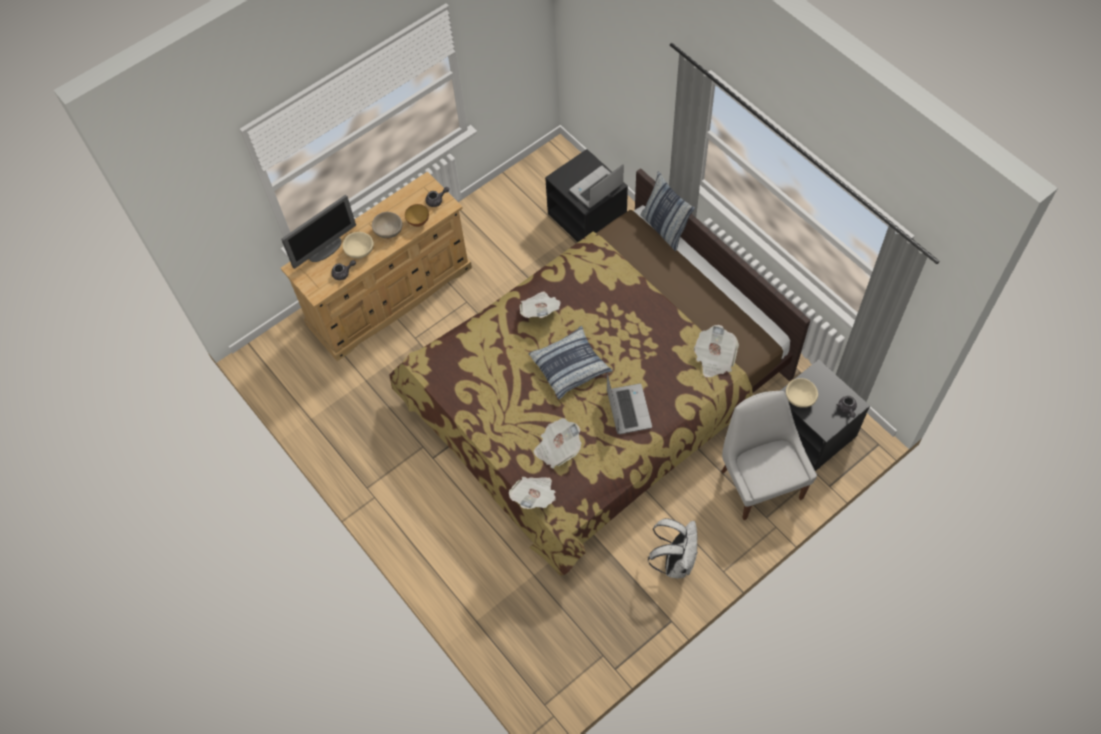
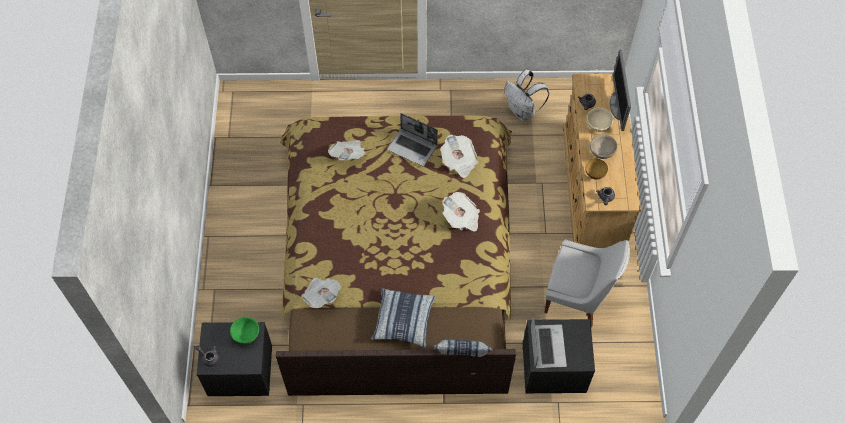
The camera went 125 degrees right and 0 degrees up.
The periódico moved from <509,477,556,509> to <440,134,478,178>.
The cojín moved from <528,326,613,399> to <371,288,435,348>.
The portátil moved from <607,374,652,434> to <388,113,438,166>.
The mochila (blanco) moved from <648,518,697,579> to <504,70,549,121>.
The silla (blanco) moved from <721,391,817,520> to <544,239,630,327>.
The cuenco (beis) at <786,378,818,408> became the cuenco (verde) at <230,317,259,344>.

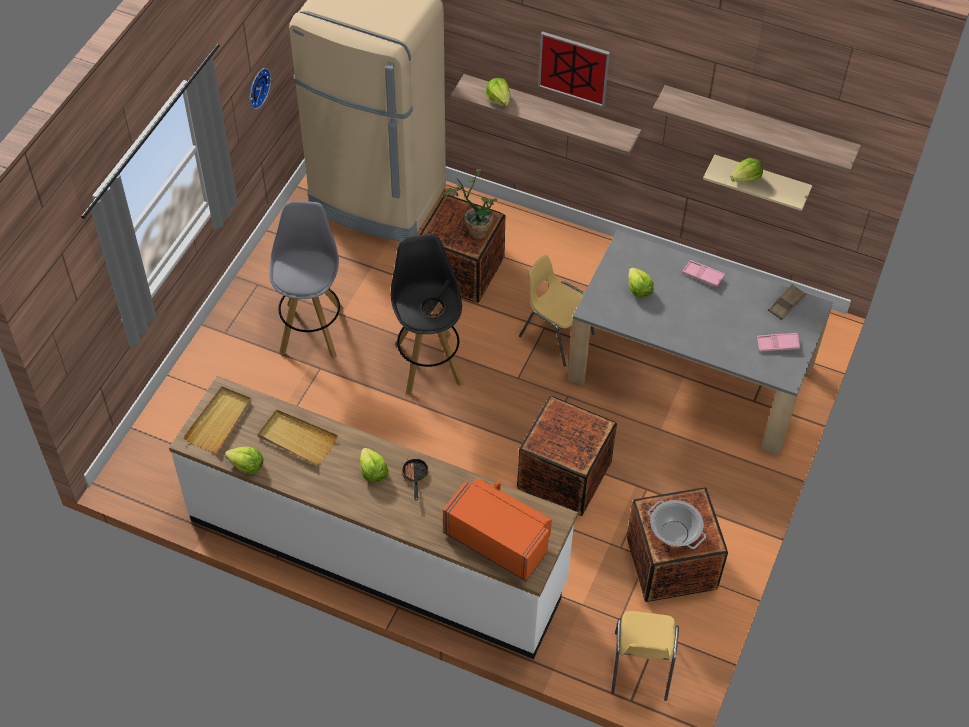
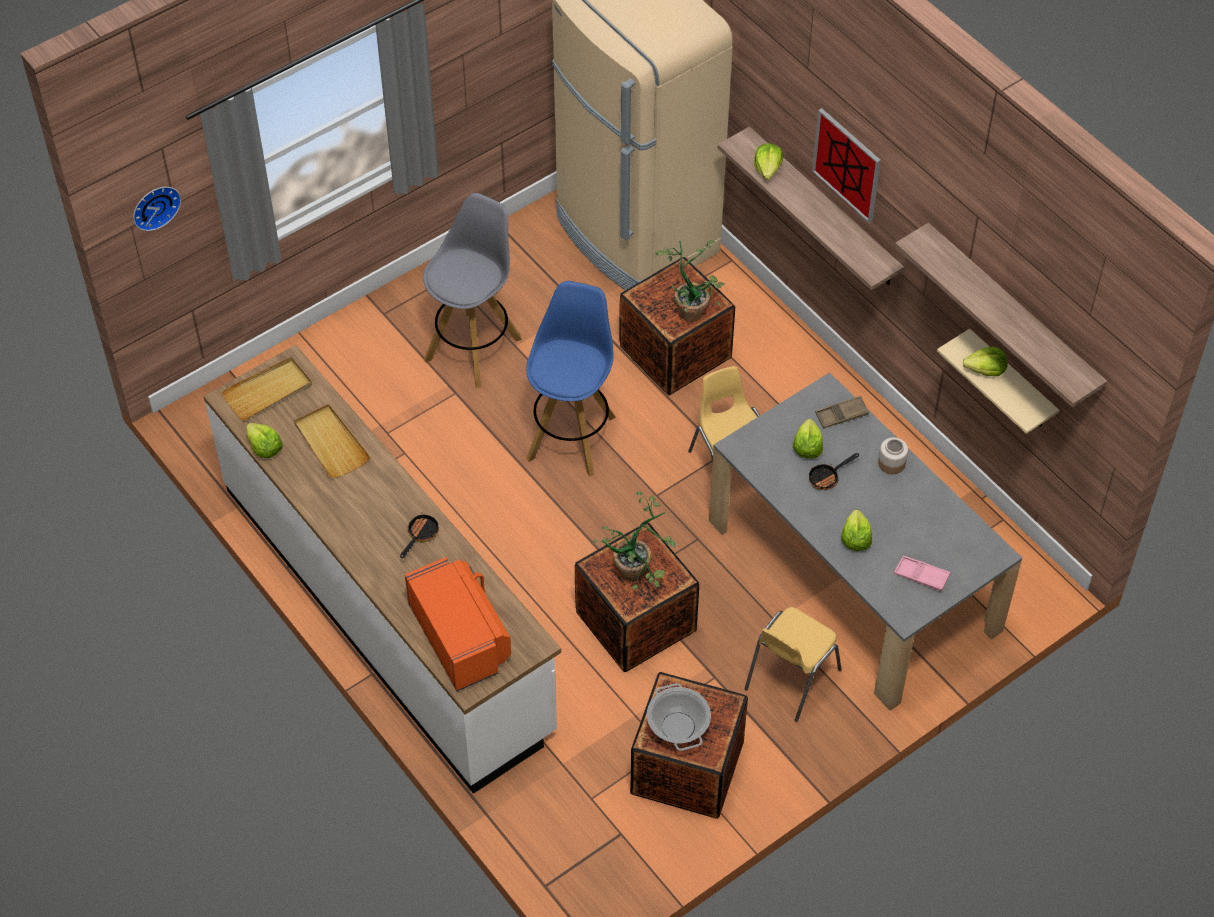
The camera went 30 degrees right and 0 degrees up.
The reloj de pared moved from <250,68,271,109> to <133,187,181,231>.
The lechuga moved from <360,448,389,483> to <841,509,872,551>.
The taburete (negro) at <391,234,463,395> became the taburete (azul) at <526,281,616,477>.
The sartén moved from <421,279,451,318> to <809,453,859,490>.
The silla (amarillo) moved from <611,611,679,701> to <744,607,842,722>.
The bandeja (rosa) at <682,260,725,287> was replaced by the tarro at <878,437,908,474>.
The bandeja (marrón) moved from <768,284,806,320> to <815,396,869,429>.
The planta en maceta at <593,491,676,590> appeared.

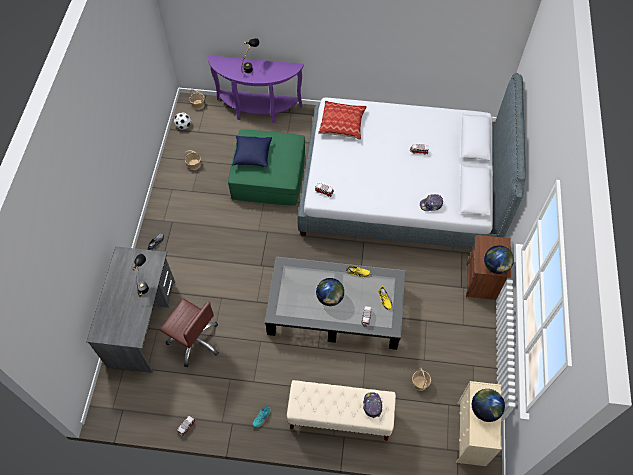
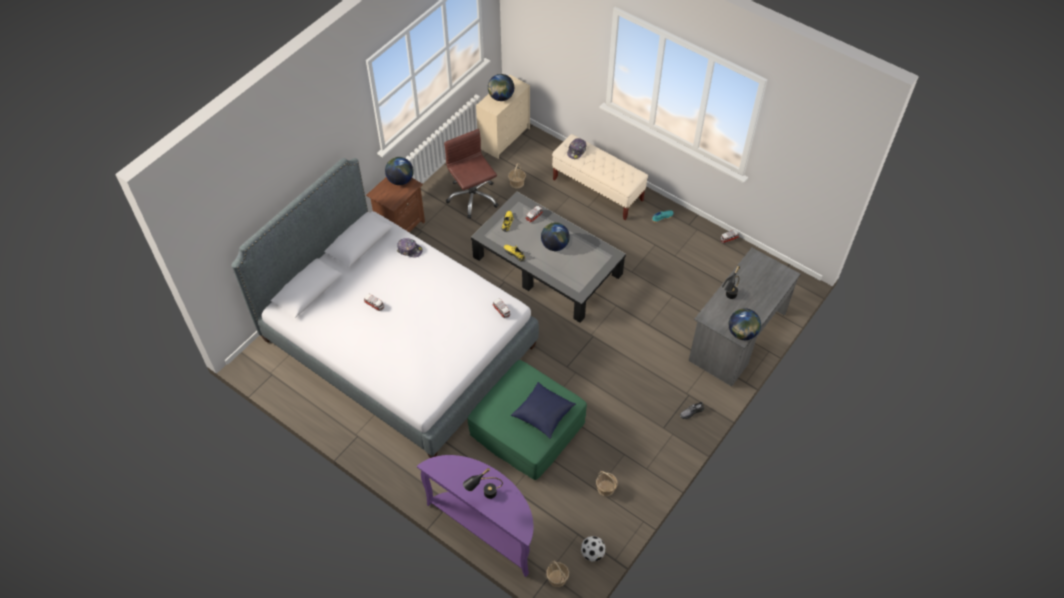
The camera went 150 degrees left and 5 degrees down.
The silla de oficina (marrón) moved from <160,299,219,367> to <444,129,498,219>.
The cojín at <318,101,367,140> disappeared.
The globo terráqueo at <729,308,761,340> appeared.

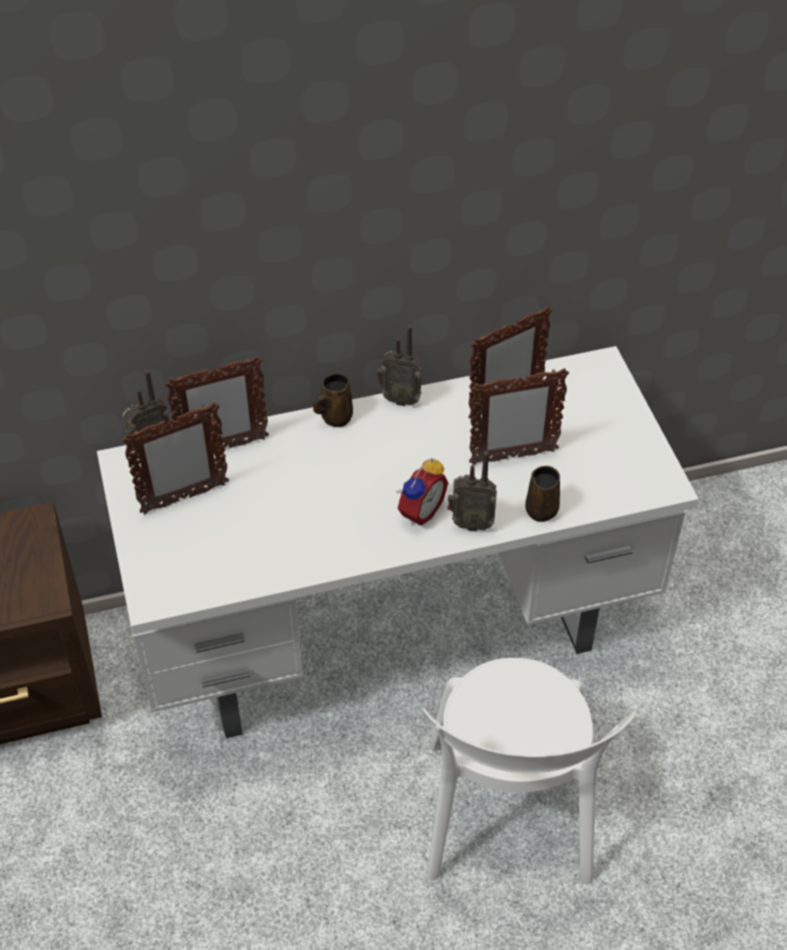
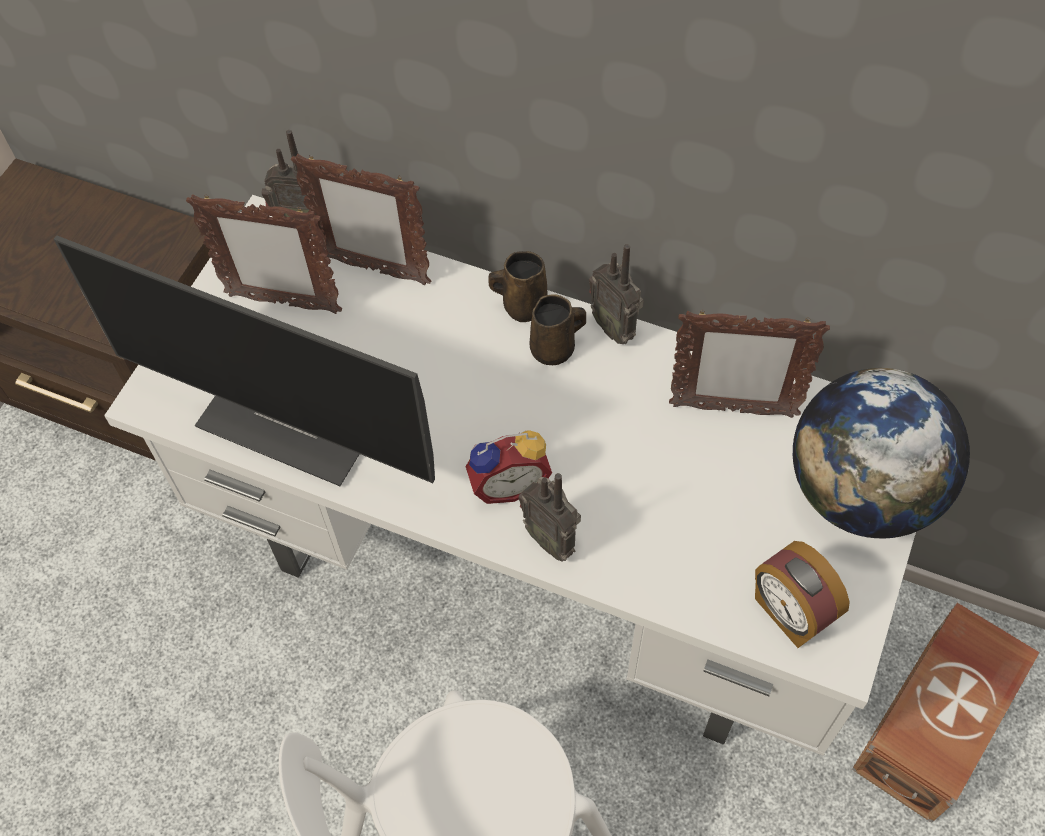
The camera went 40 degrees right and 10 degrees up.
The portarretratos at <469,368,569,465> disappeared.
The taza grande (marrón) moved from <525,466,560,522> to <530,294,586,365>.
The monitor at <54,235,435,486> appeared.
The despertador at <755,541,850,648> appeared.
The globo terráqueo at <793,368,970,538> appeared.
The caja de almacenaje (marrón) at <852,603,1040,823> appeared.

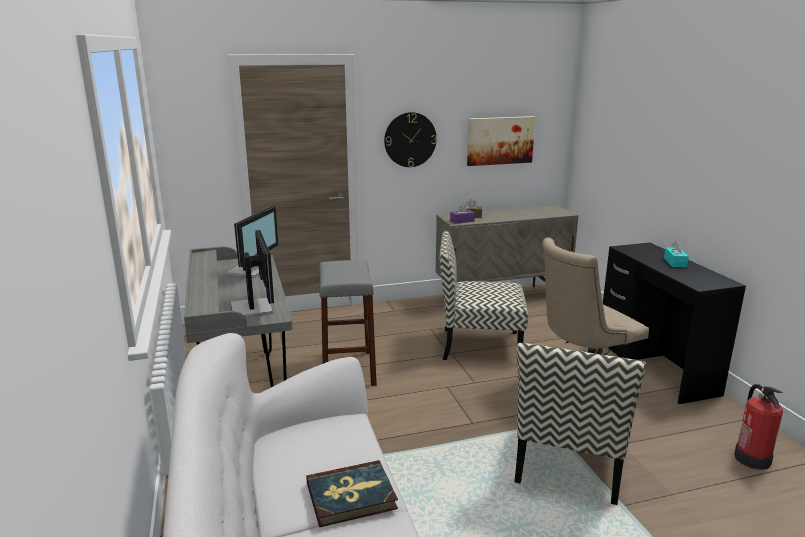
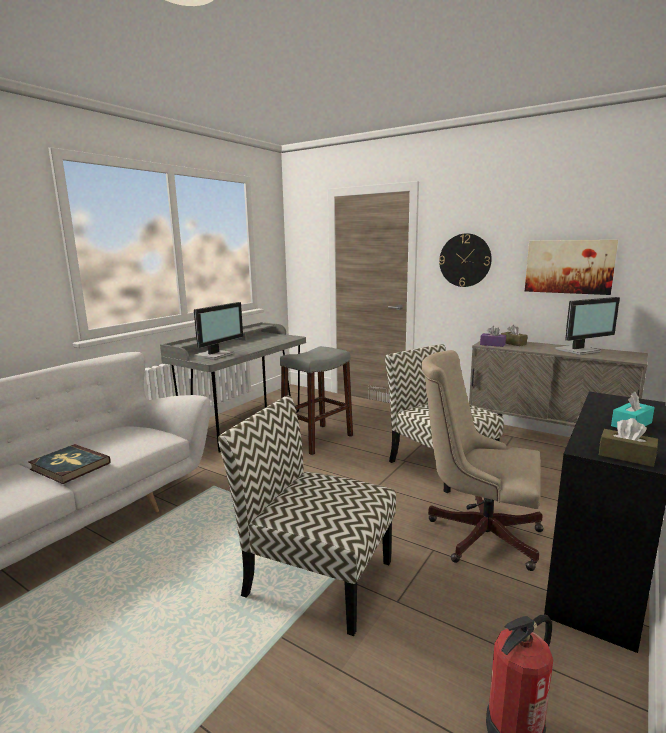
The camera went 50 degrees right and 5 degrees down.
The monitor moved from <225,206,278,278> to <556,297,620,355>.
The silla at <514,343,646,505> turned 45 degrees clockwise.
The caja de pañuelos (marrón) at <599,418,658,467> appeared.

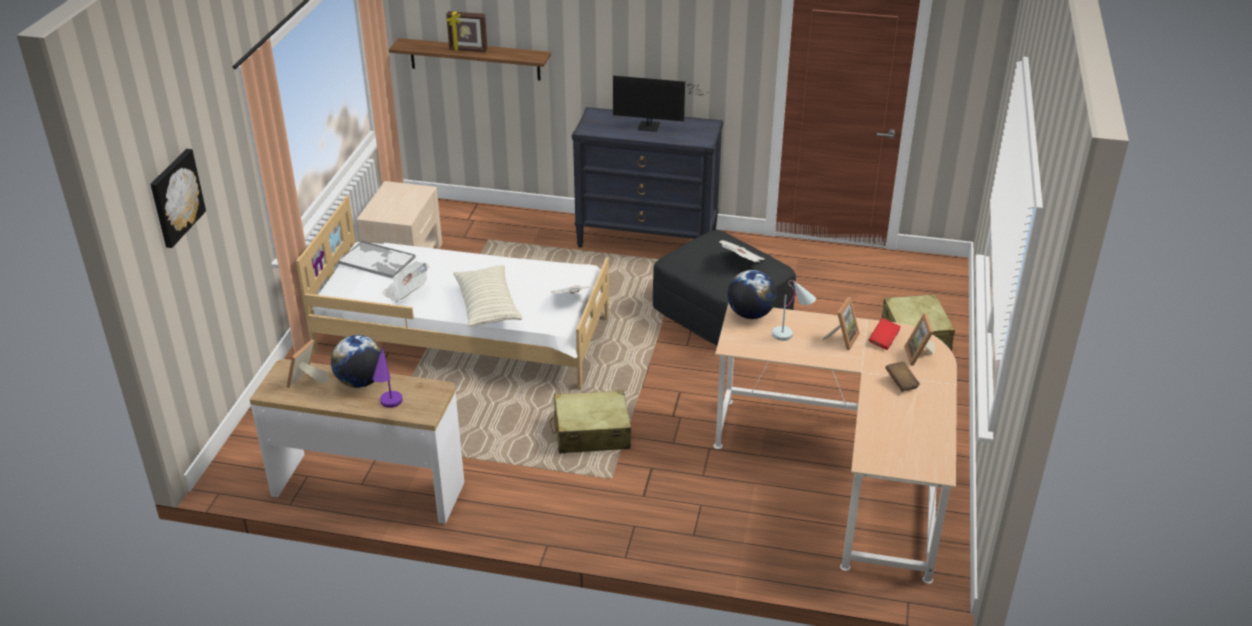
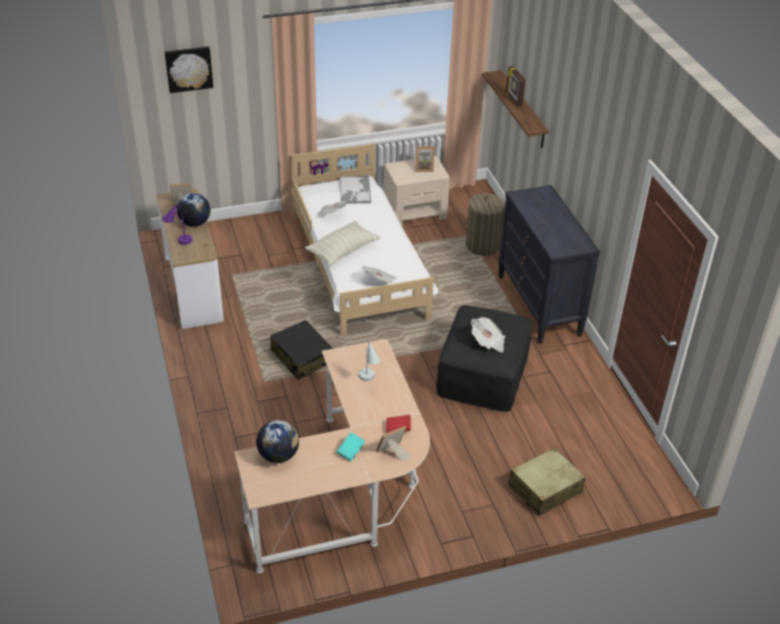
The camera went 60 degrees right and 5 degrees up.
The maleta (beis) at <550,390,631,454> became the maleta (negro) at <270,320,334,380>.
The monitor at <613,76,705,132> disappeared.
The globo terráqueo moved from <727,270,777,319> to <256,420,299,463>.
The portarretratos moved from <822,297,860,350> to <416,146,434,172>.
The libro (marrón) at <885,361,920,392> became the libro (turquesa) at <336,432,365,461>.
The cesto de la ropa at <466,193,505,256> appeared.

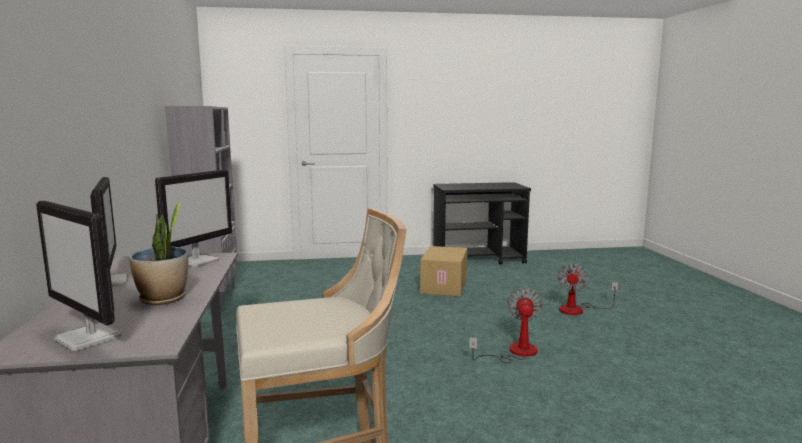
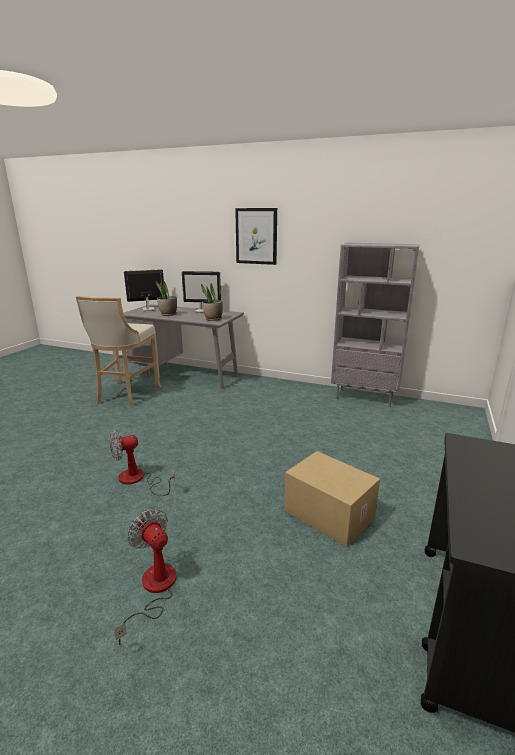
The camera went 120 degrees right and 10 degrees up.
The monitor at <155,169,232,267> was replaced by the planta en maceta at <201,283,223,321>.
The ventilador at <469,288,542,363> turned 120 degrees clockwise.
The cuadro at <235,208,277,265> appeared.

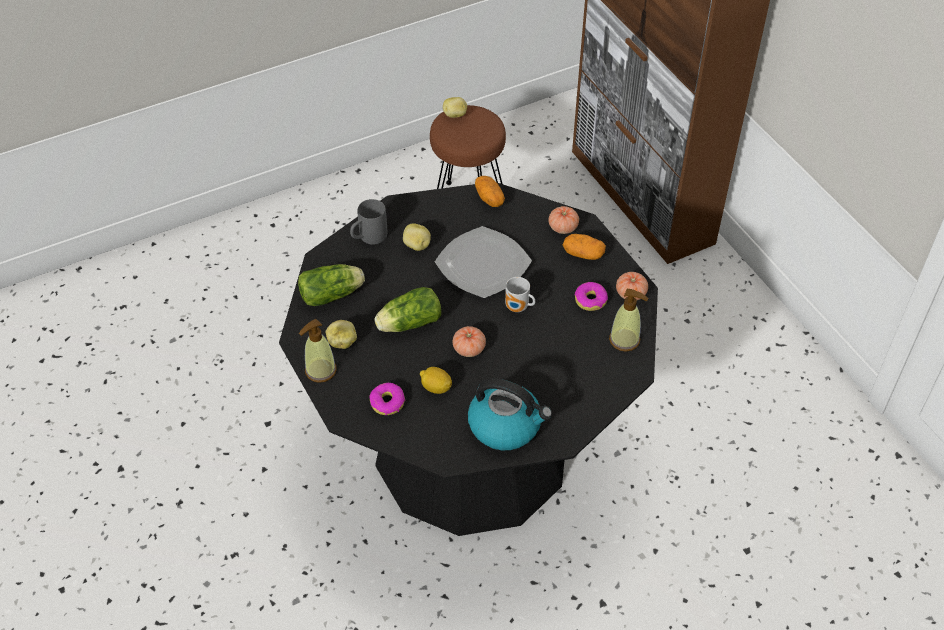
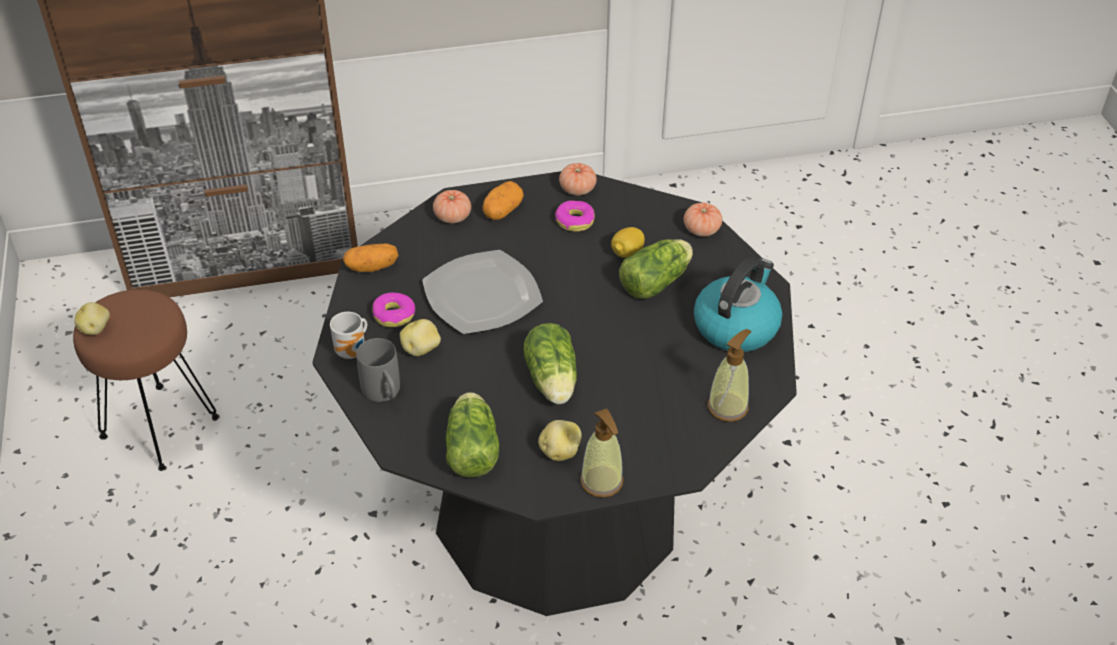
The camera went 75 degrees left and 5 degrees down.
The rosquilla moved from <369,383,405,415> to <372,292,415,327>.
The limón moved from <420,367,452,394> to <611,227,645,258>.
The tomate moved from <453,326,486,357> to <683,202,722,236>.
The taza grande moved from <505,277,535,312> to <330,312,367,359>.
The dispensador de jabón moved from <609,289,648,352> to <708,329,751,422>.
The lechuga at <619,239,693,299> appeared.

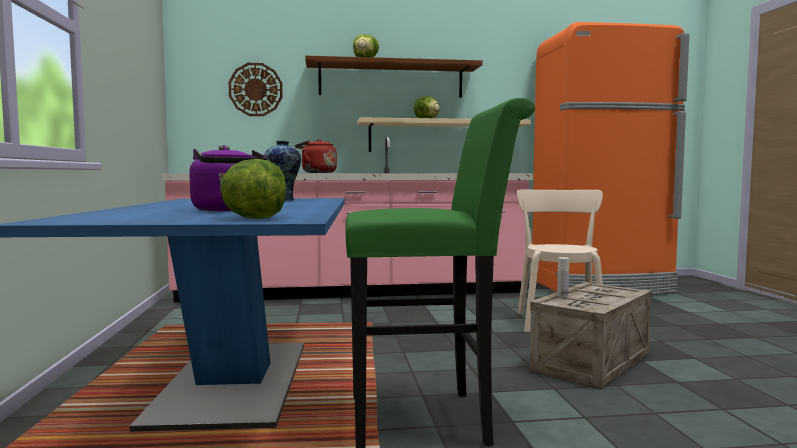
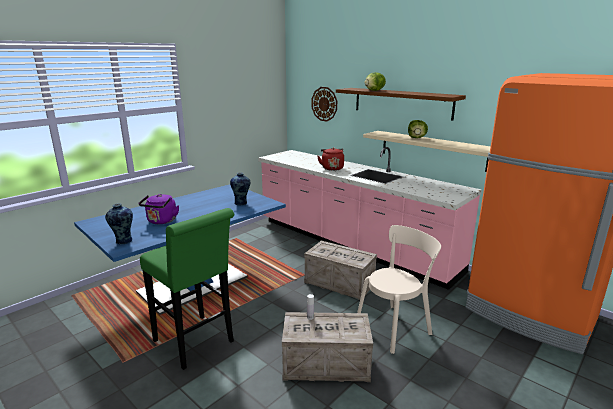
The camera went 50 degrees right and 15 degrees up.
The lechuga at <220,159,286,219> was replaced by the florero at <105,203,133,244>.
The caja de embalaje at <304,241,377,300> appeared.

